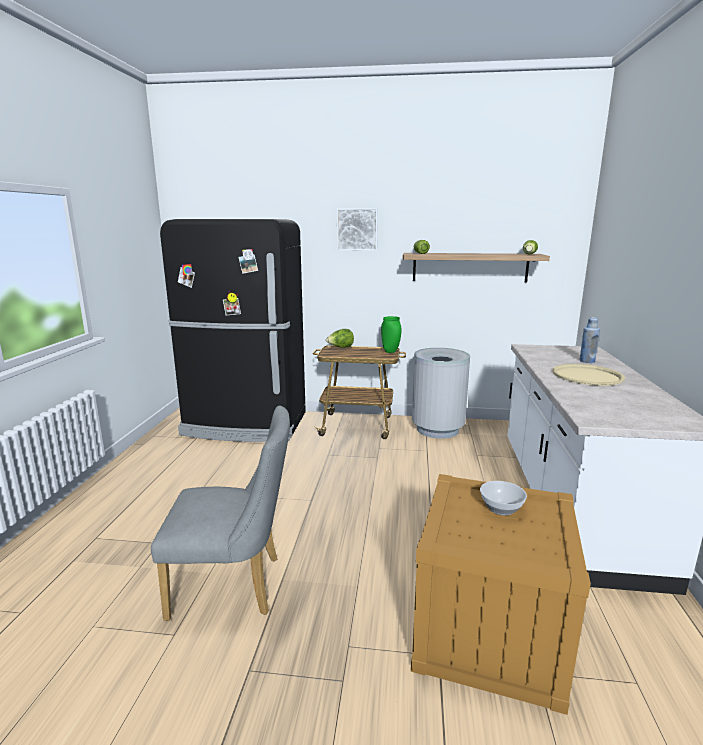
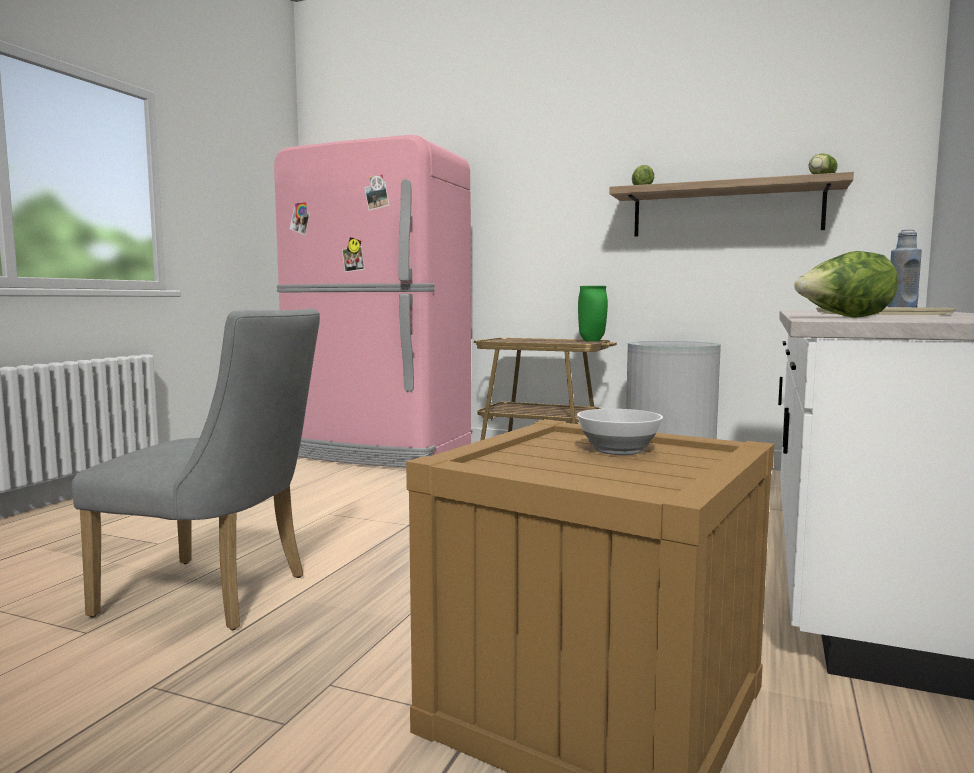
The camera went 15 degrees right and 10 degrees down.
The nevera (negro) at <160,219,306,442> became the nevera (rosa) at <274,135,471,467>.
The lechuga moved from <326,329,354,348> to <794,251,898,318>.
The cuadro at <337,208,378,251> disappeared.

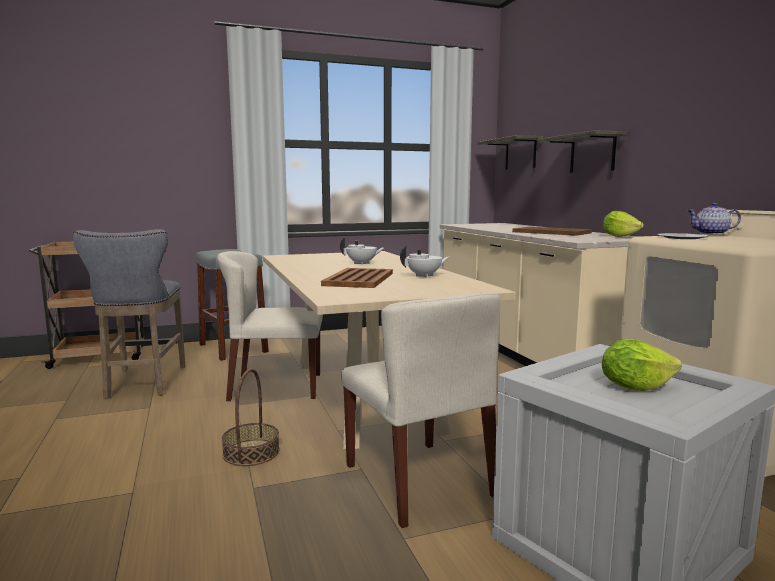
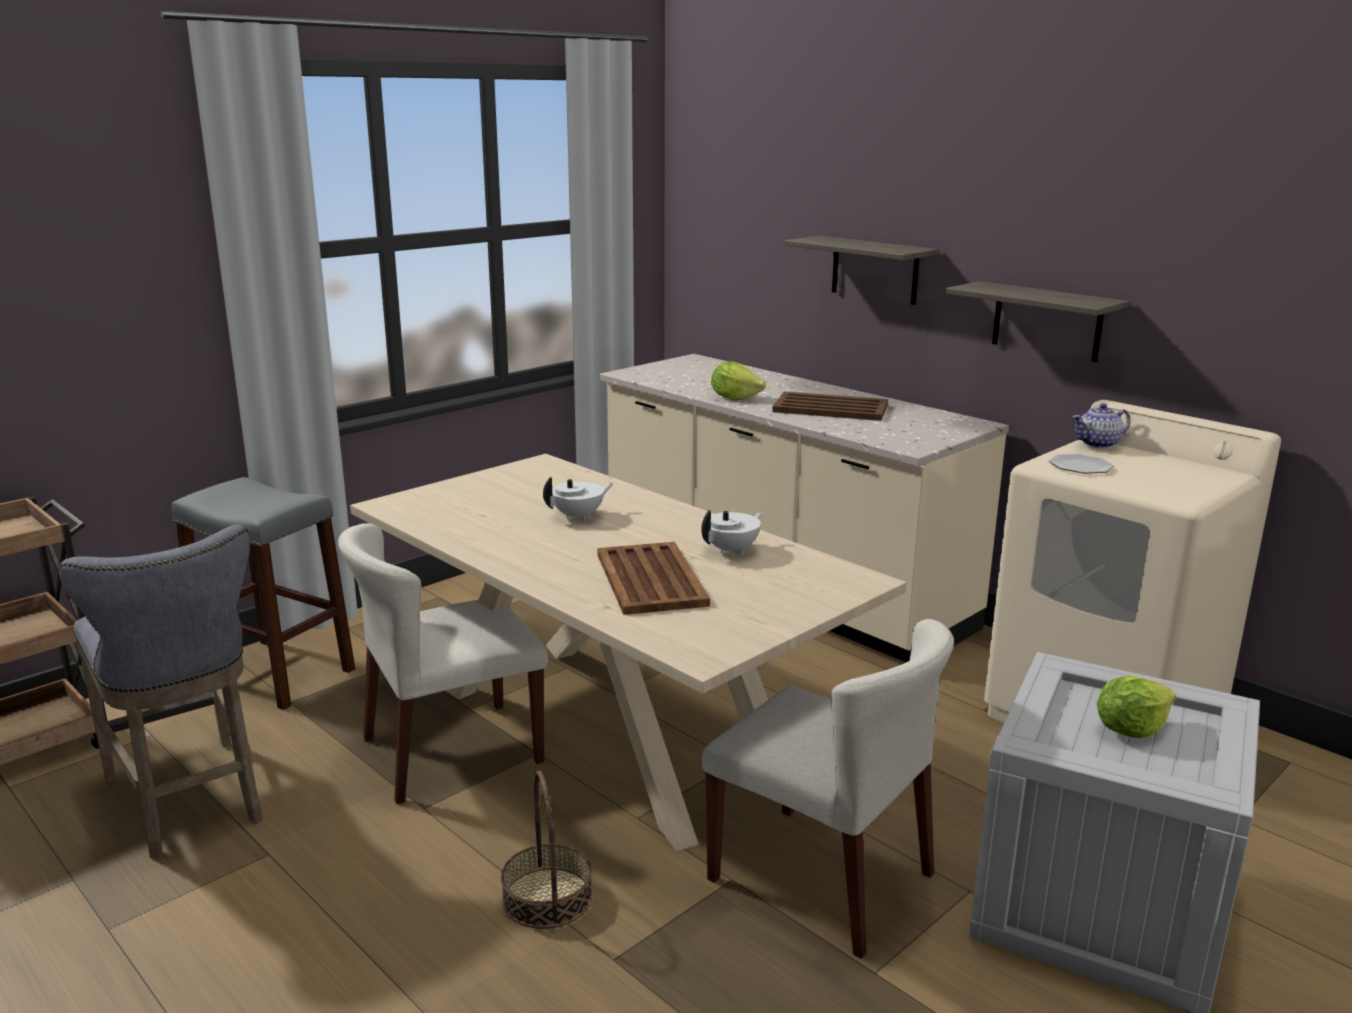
The camera went 25 degrees left and 10 degrees up.
The estante moved from <478,135,543,170> to <945,281,1130,362>.
The lechuga moved from <602,211,644,237> to <711,361,766,400>.

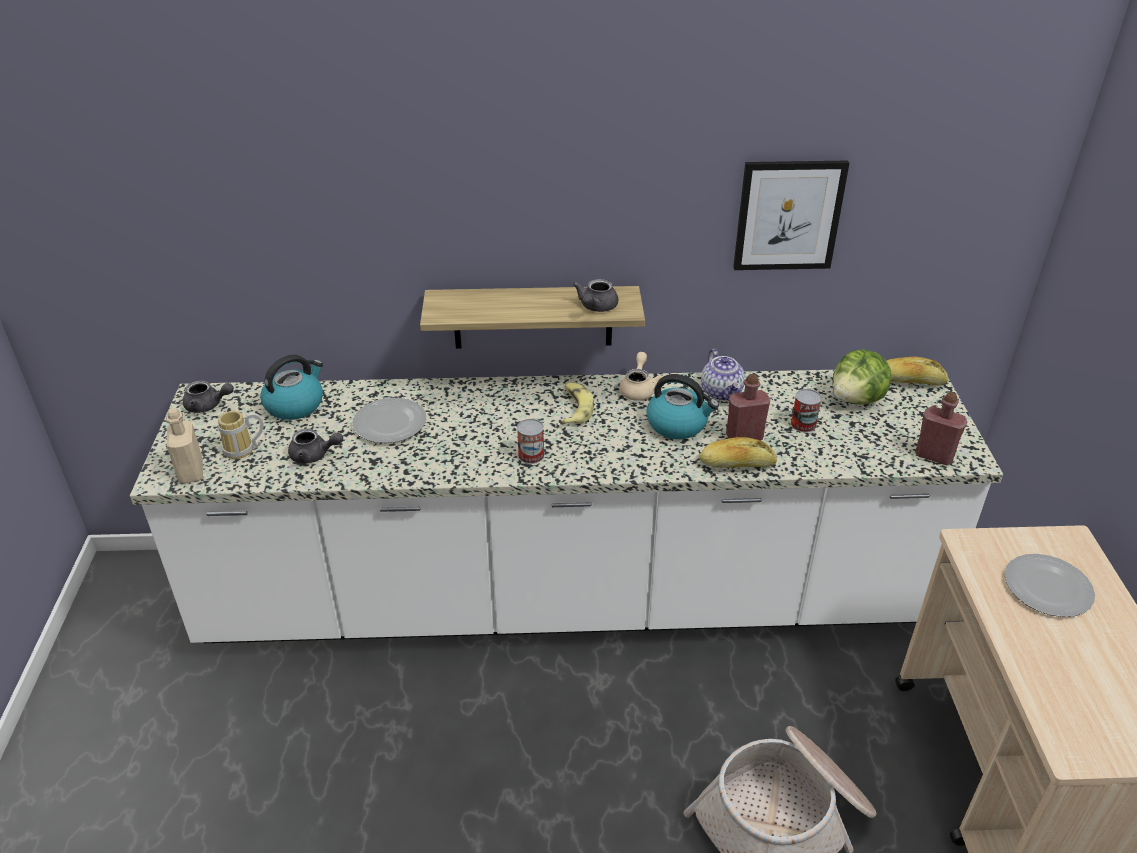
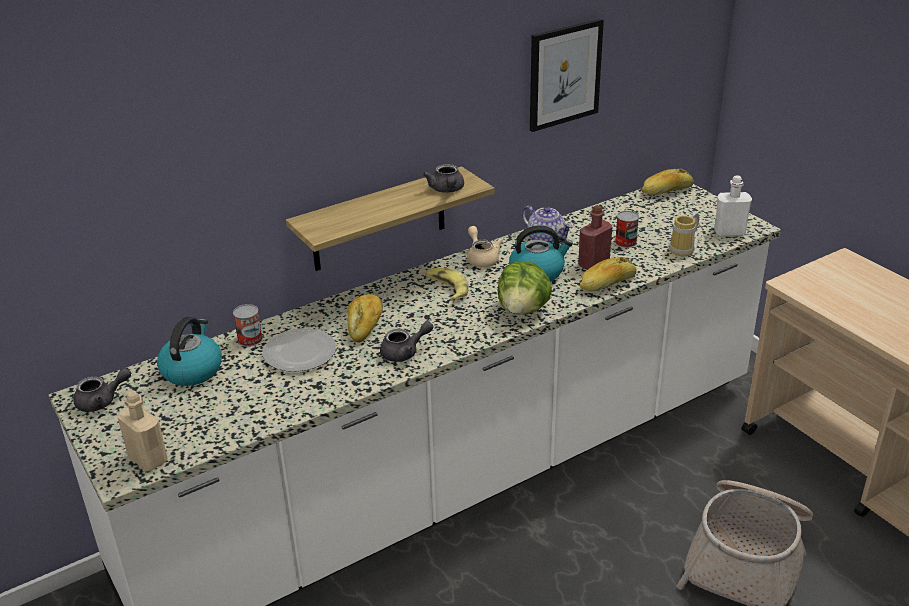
The camera went 30 degrees left and 5 degrees down.
The taza grande moved from <218,411,264,459> to <669,213,699,256>.
The tetera (gris) moved from <288,429,343,464> to <380,321,433,362>.
The lata moved from <517,419,544,464> to <233,304,263,347>.
The lechuga moved from <833,349,891,404> to <498,261,552,315>.
The botella (rojo) at <915,392,967,465> became the botella (blanco) at <714,175,752,237>.
The plato at <1004,554,1095,617> disappeared.
The pan at <348,294,383,342> appeared.

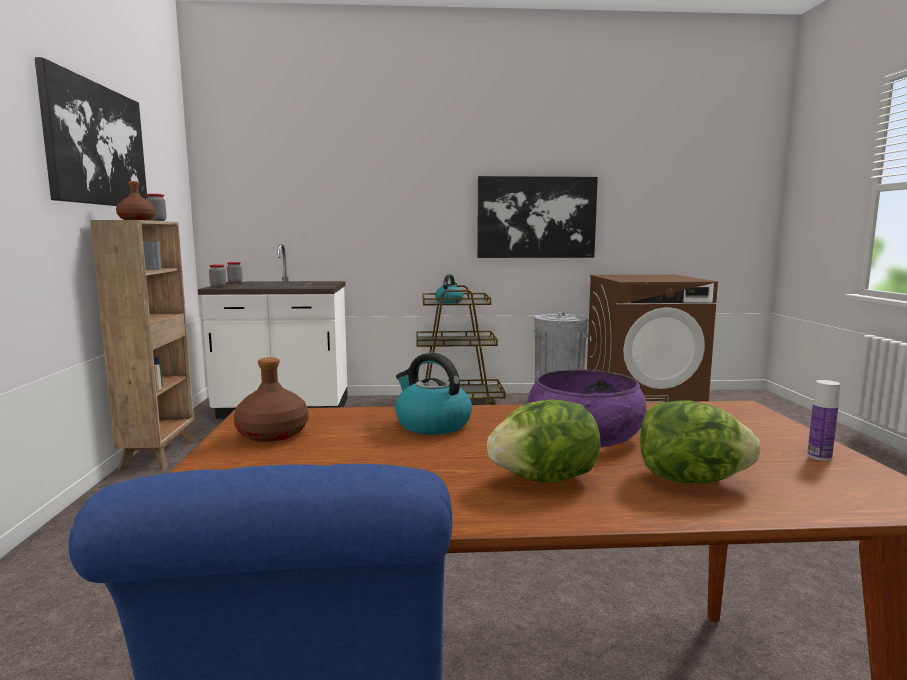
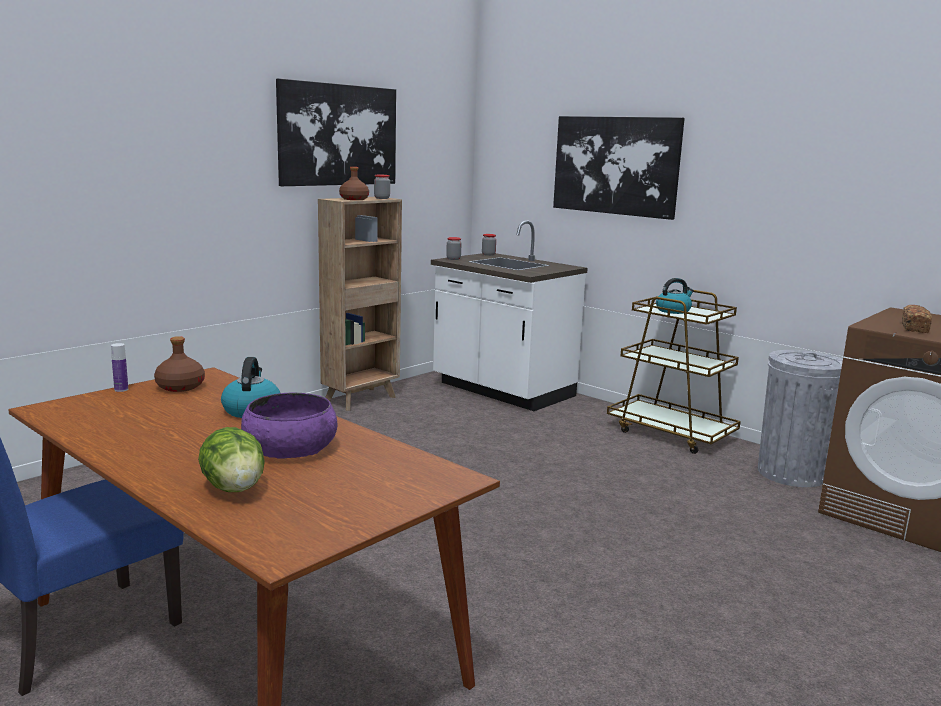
The camera went 45 degrees right and 5 degrees up.
The cuadro moved from <477,176,598,258> to <553,116,685,220>.
The lechuga at <487,399,601,483> disappeared.
The botella moved from <807,380,840,461> to <111,343,128,392>.
The pan at <902,305,932,333> appeared.

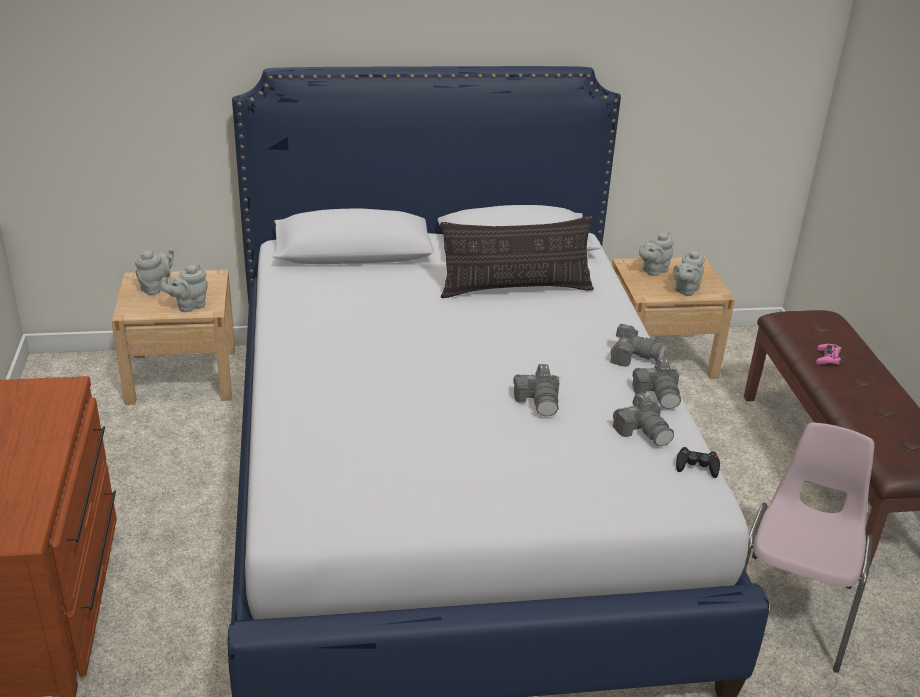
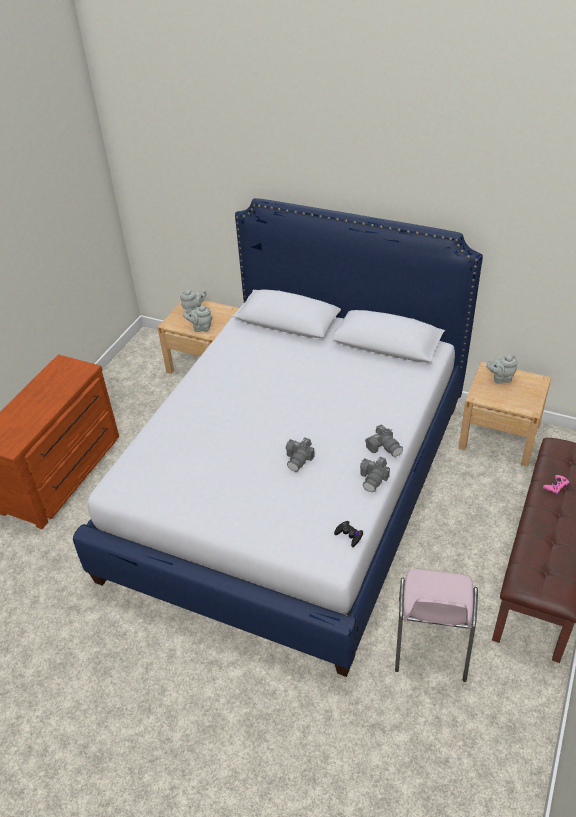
The camera went 35 degrees right and 10 degrees up.
The cojín at <440,216,594,298> disappeared.
The cámara at <613,392,674,446> disappeared.
The tetera (gris) at <673,249,705,296> disappeared.
The silla (rosa) at <744,422,874,673> turned 135 degrees clockwise.

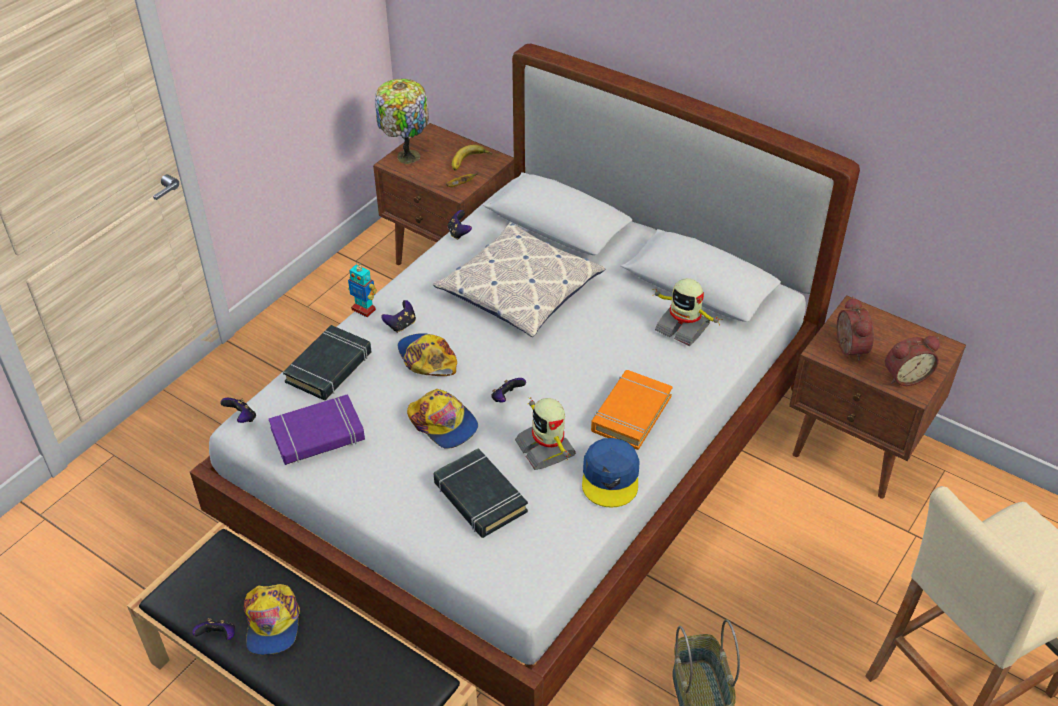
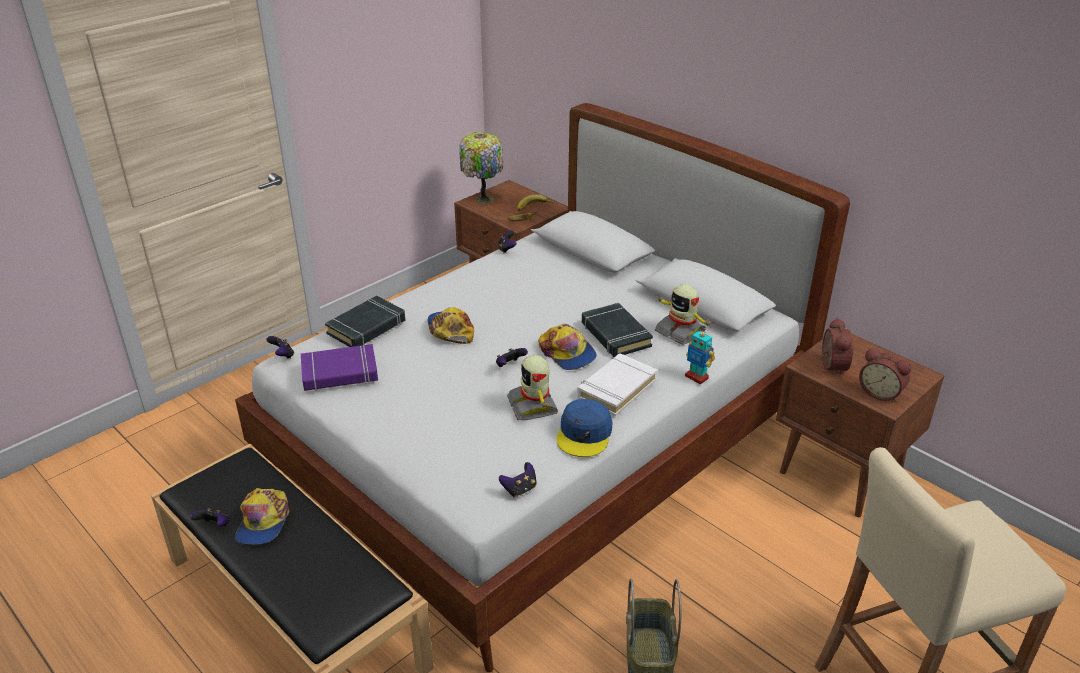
The camera went 10 degrees right and 10 degrees down.
The robot de juguete moved from <348,262,377,317> to <685,327,715,384>.
The mando de consola moved from <381,300,416,333> to <499,462,537,497>.
The gorra moved from <407,389,478,449> to <538,324,597,370>.
The cojín at <433,222,606,337> disappeared.
The libro (negro) moved from <434,448,528,538> to <582,303,653,357>.
The libro (naranja) at <591,370,673,450> became the libro (blanco) at <577,353,657,417>.
The despertador at <885,336,940,386> turned 45 degrees clockwise.

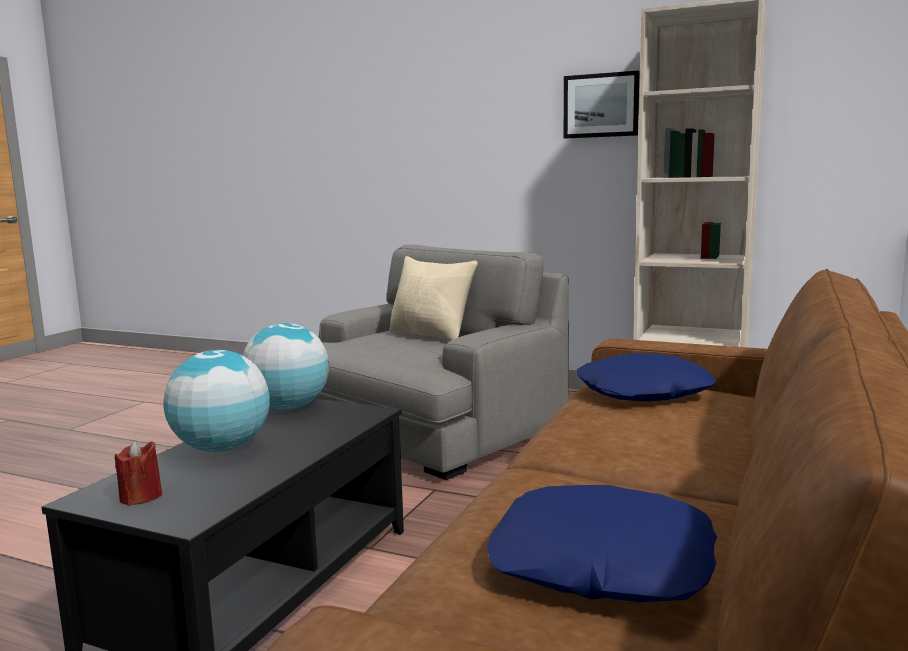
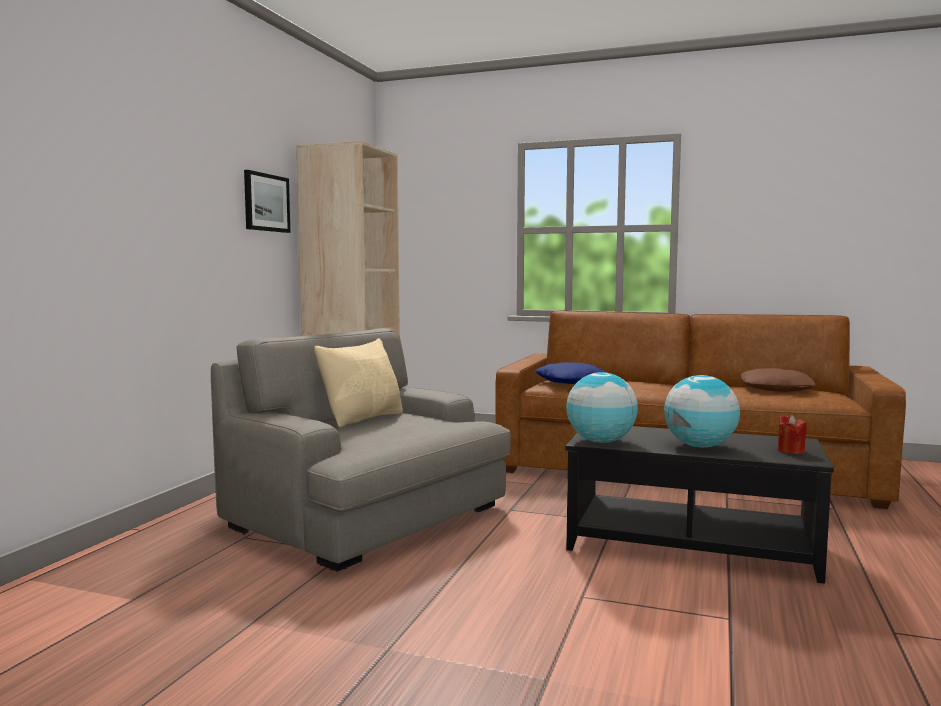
The camera went 95 degrees left and 5 degrees down.
The cojín (azul) at <487,485,717,602> became the cojín (marrón) at <740,368,816,392>.

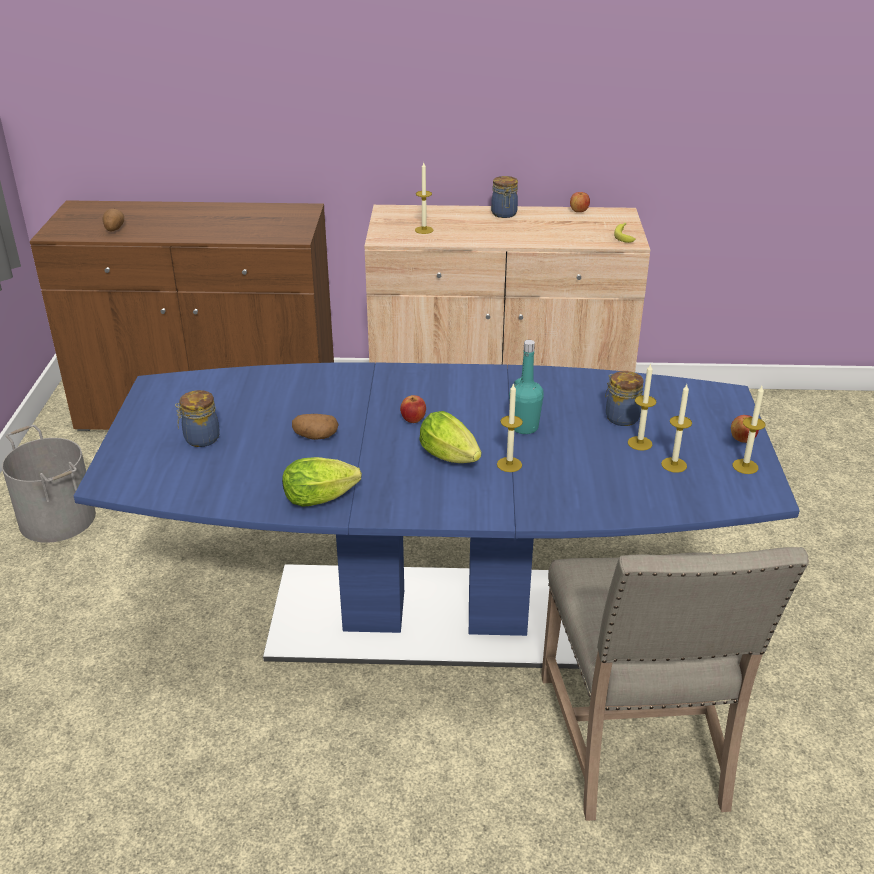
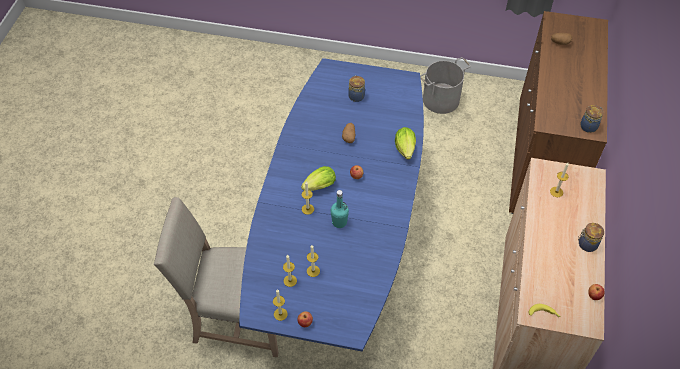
The camera went 100 degrees right and 20 degrees up.
The lechuga moved from <282,457,362,507> to <395,127,416,160>.
The tarro moved from <605,371,644,426> to <581,105,603,133>.

